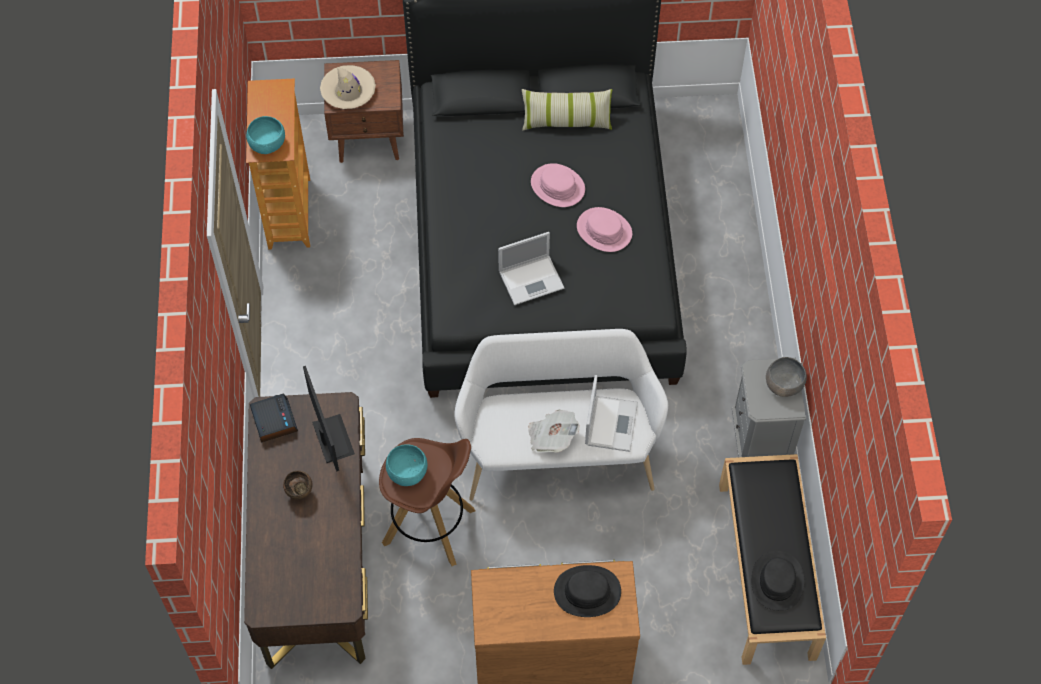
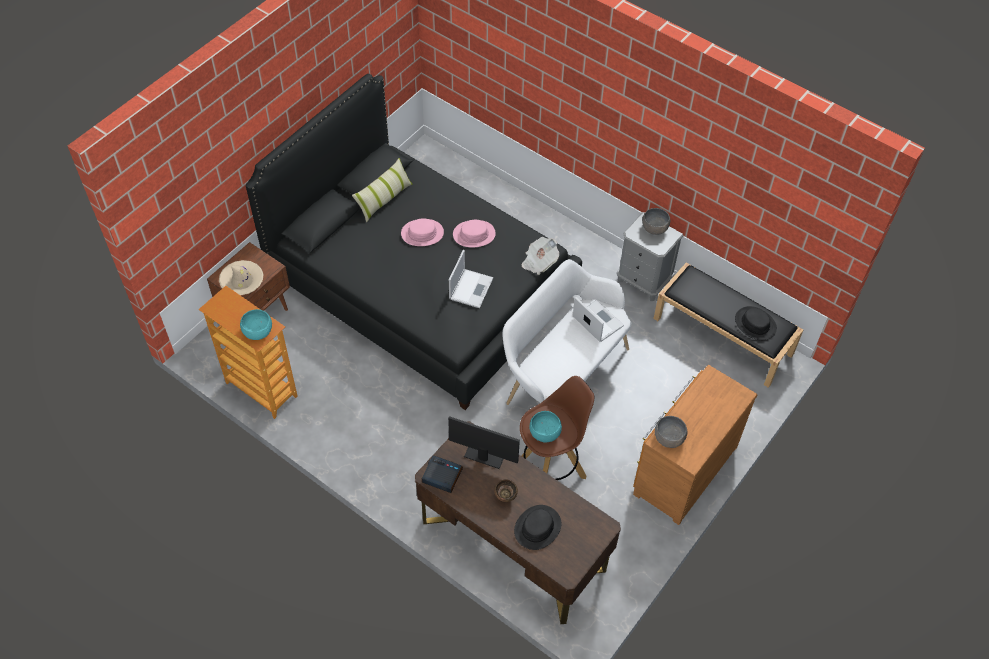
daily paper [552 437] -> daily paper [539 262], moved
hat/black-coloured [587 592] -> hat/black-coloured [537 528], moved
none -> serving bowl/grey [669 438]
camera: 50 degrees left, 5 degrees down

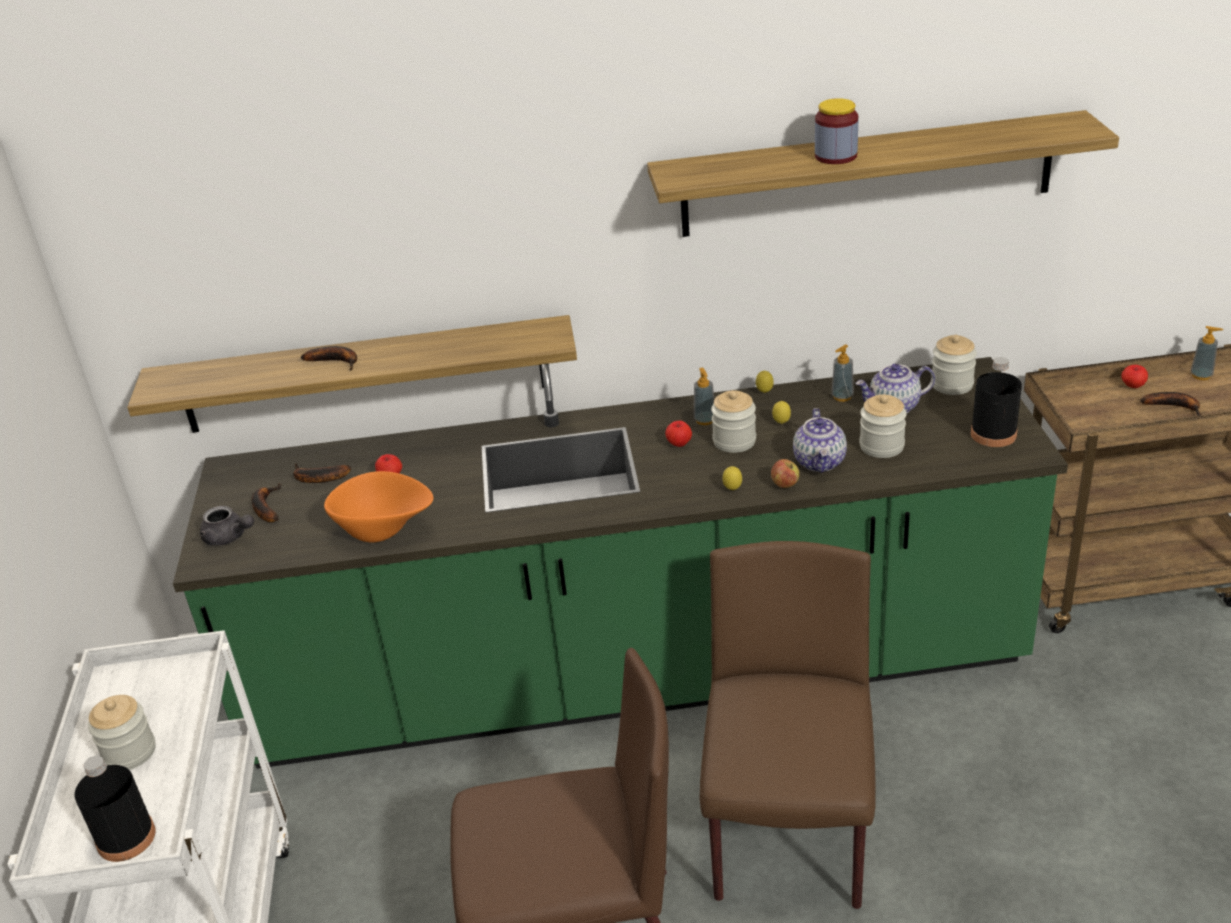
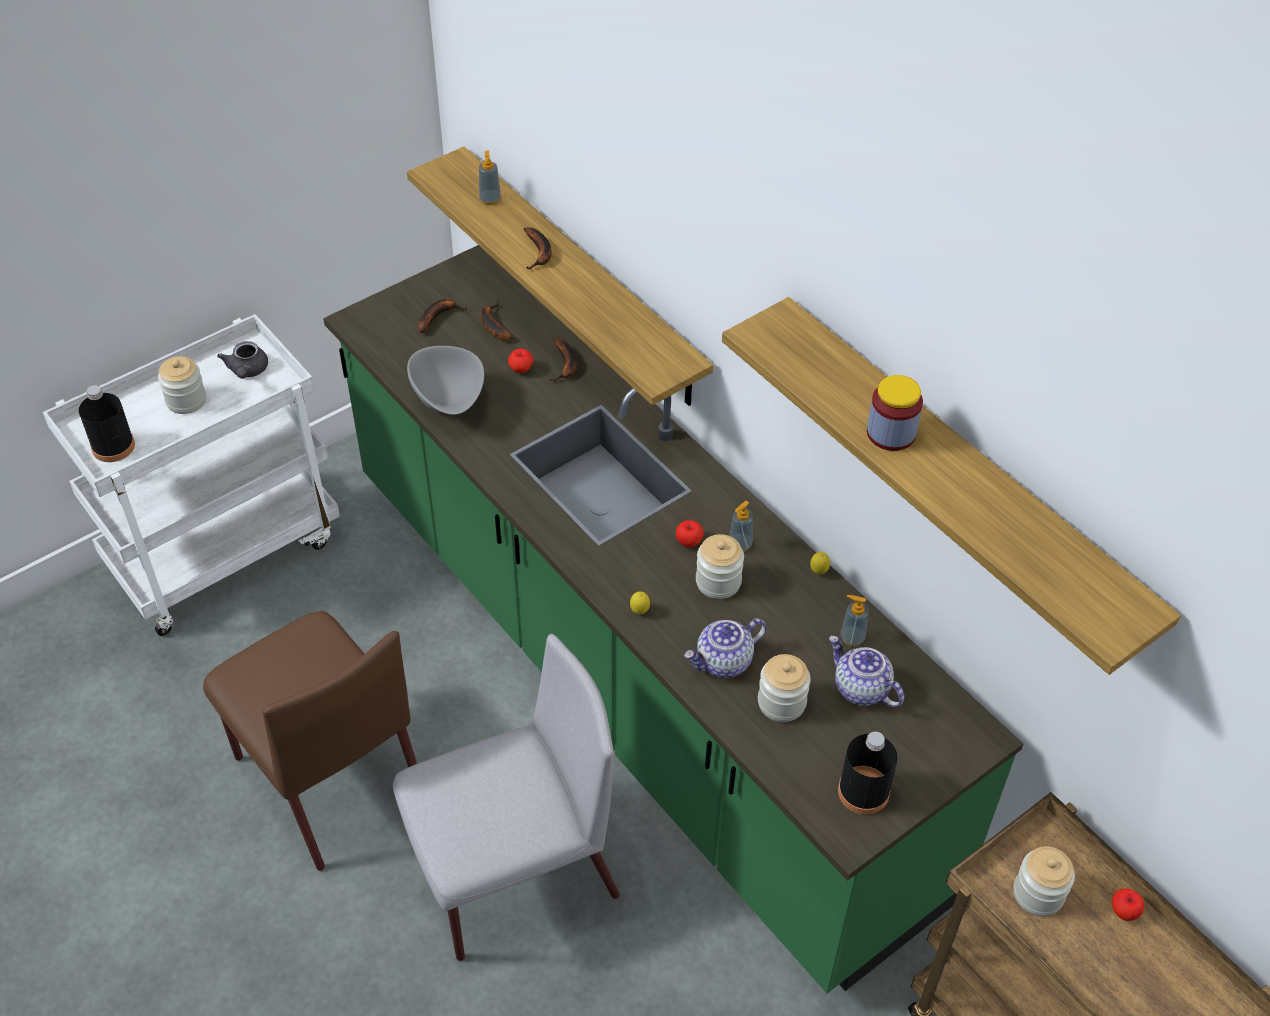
teapot/grey [229 538] -> teapot/grey [247 371], moved
serving bowl/orangey [386 531] -> serving bowl/grey [449 405]
chair/brownish [789 833] -> chair/grey [512 875]
whole apple [785 485] -> none
citrus fruit [781 423] -> none
preserve jar [952 385] -> preserve jar [1038 894], moved
whole banana [1174 406] -> whole banana [566 365], moved
soap dispenser [1201 375] -> soap dispenser [490 199], moved
camera: 55 degrees right, 15 degrees up

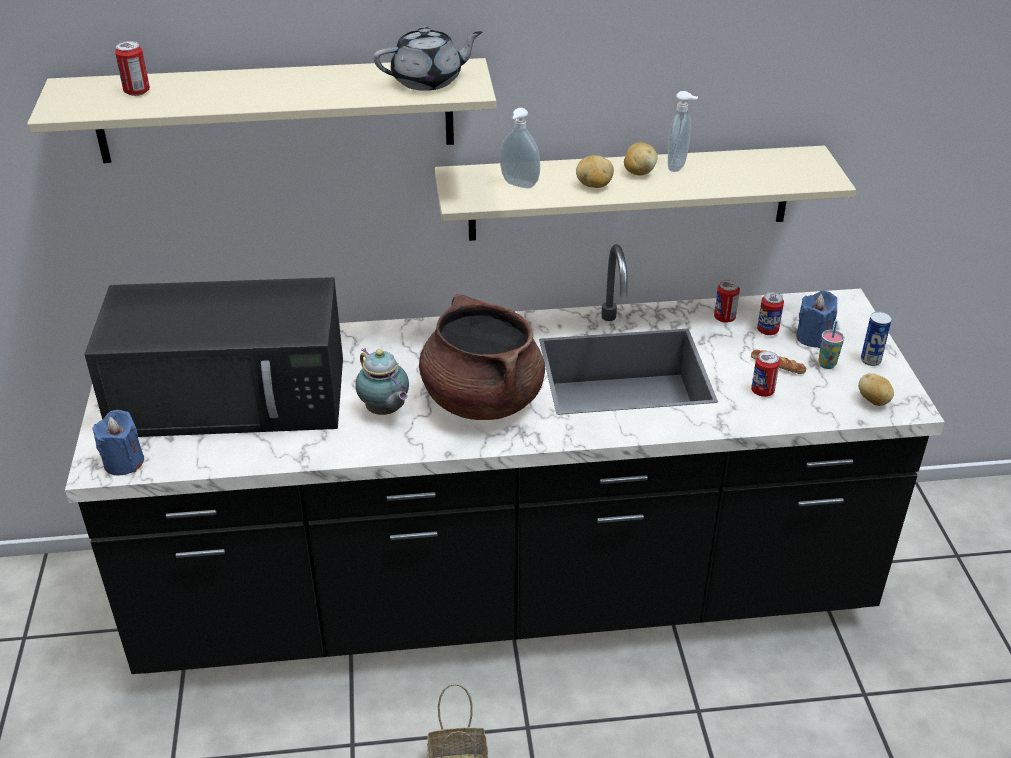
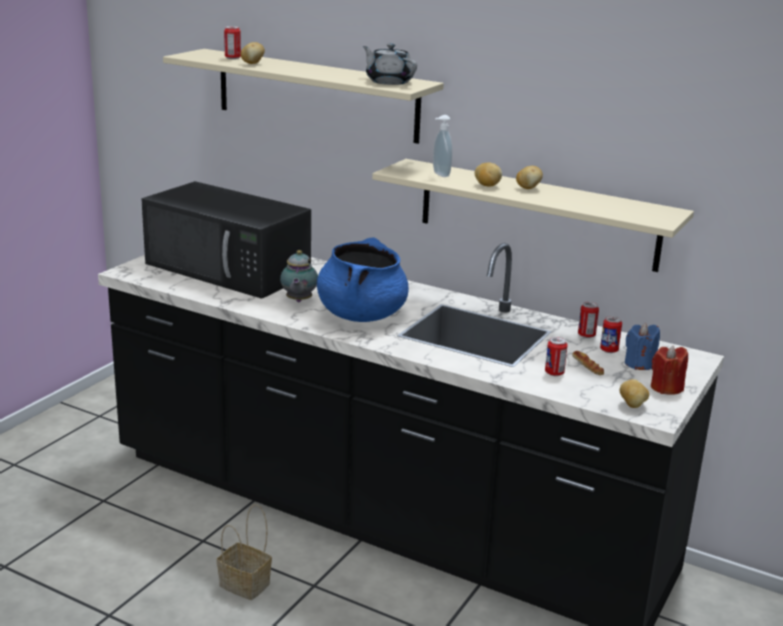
wax candle/blue-coloured [124 462] -> none
teapot/grey [428 81] -> teapot/grey [389 82], 150 degrees counterclockwise
saucepot/brownish [481 399] -> saucepot/blue-coloured [361 315]
soap dispenser [678 166] -> none
drinking cup [827 364] -> none
metal can [870 360] -> wax candle/reddish [666 388]
none -> whole potato [252 63]
camera: 35 degrees right, 15 degrees down

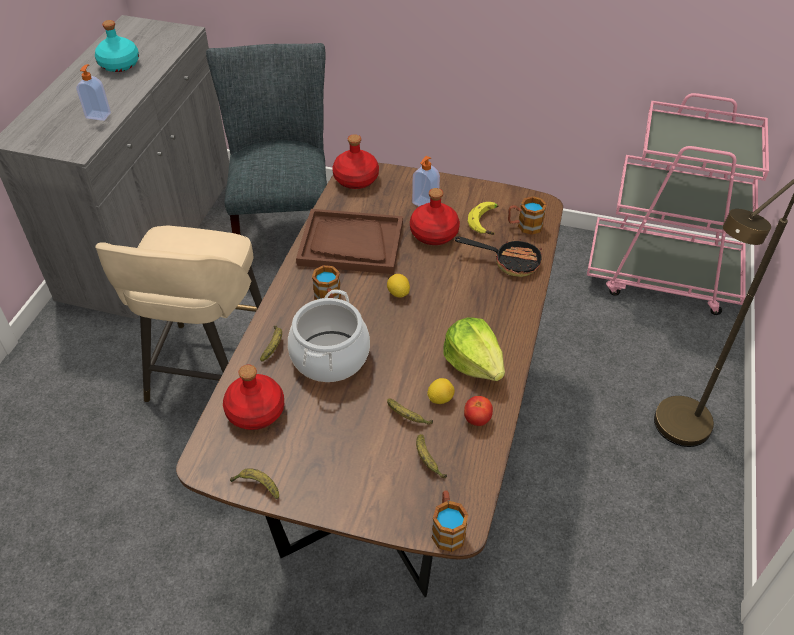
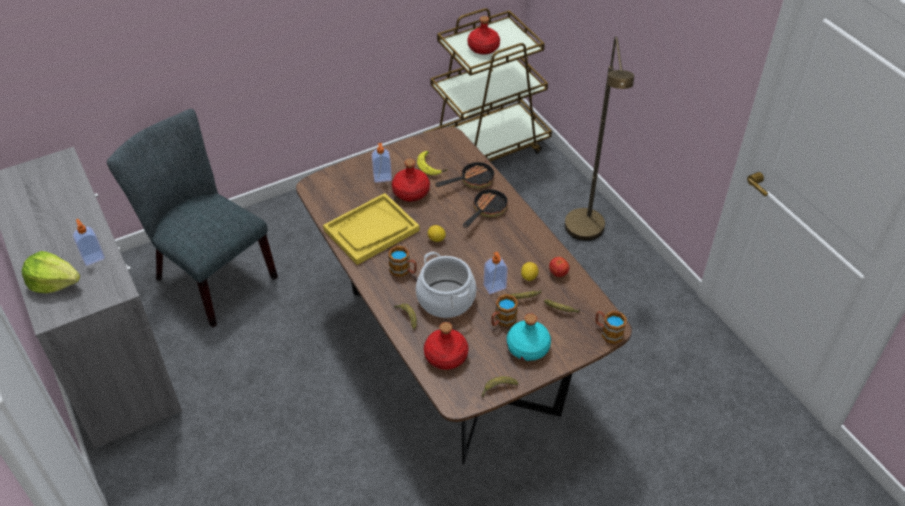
bottle/blue-green [119 64] -> bottle/blue-green [527 348], moved
stool/sand-coloured [209 372] -> none
carrying tray/brownish [350 244] -> carrying tray/yellow [371 230]
bottle/reddish [355 179] -> bottle/reddish [483 48], moved
head of lettuce [474 362] -> head of lettuce [54 283], moved
mug [524 226] -> mug [502 321], moved
trolley/pink [662 275] -> trolley/brownish [487 147]
none -> pan [486 210]
none -> soap dispenser [495 287]
camera: 45 degrees left, 0 degrees up

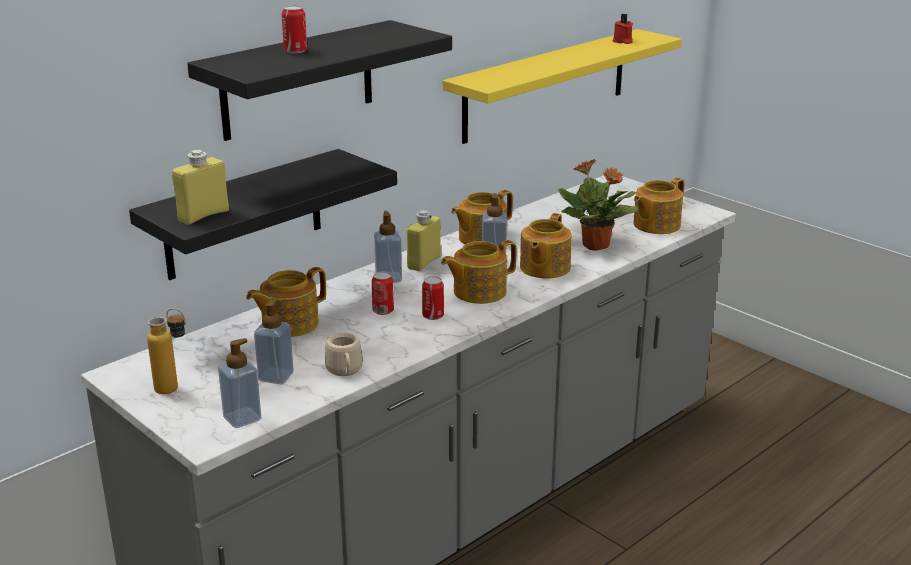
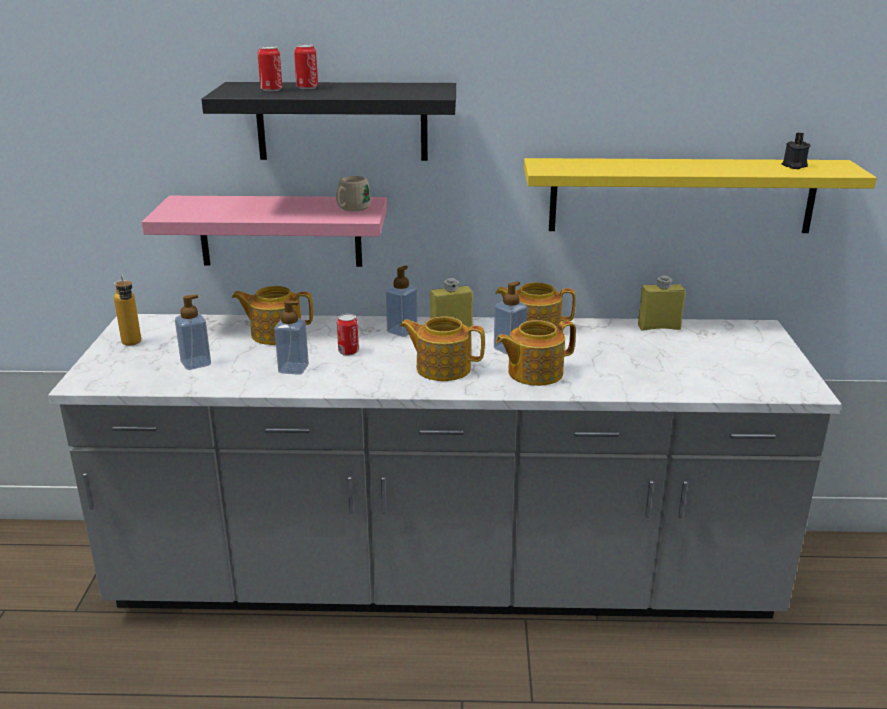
bracket shelf/black-coloured [244 215] -> bracket shelf/pink [280 231]
bottle/yellow [203 215] -> bottle/yellow [659 327], moved
soap dispenser [242 418] -> soap dispenser [293 369], moved
mug/sand-coloured [345 372] -> mug/sand-coloured [351 209], moved
metal can [433 316] -> metal can [271 90], moved
plant in a pot [596 246] -> none
wax candle/reddish [622 41] -> wax candle/black-coloured [793 166]
teapot [655 225] -> none
camera: 45 degrees right, 0 degrees up

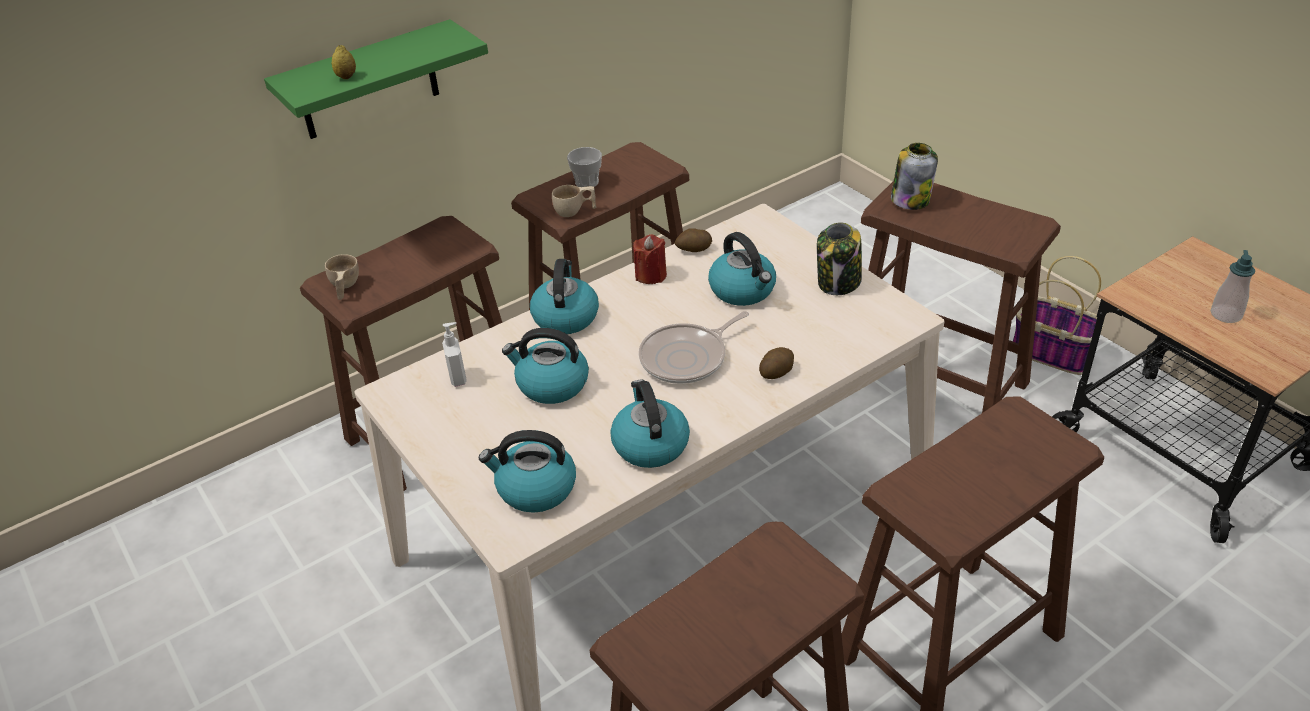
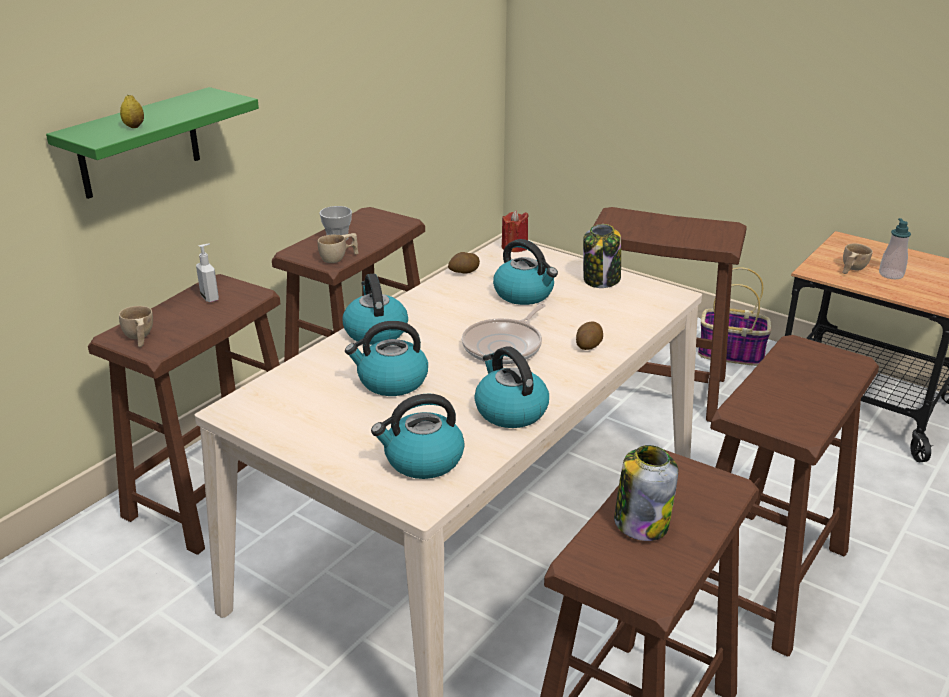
soap dispenser [458 378] -> soap dispenser [210 298], moved
wax candle/reddish [651 275] -> wax candle/reddish [514 247], moved
preserve jar [910 199] -> preserve jar [641 522], moved
none -> drinking cup/sand-coloured [851 269]
camera: 20 degrees left, 10 degrees down

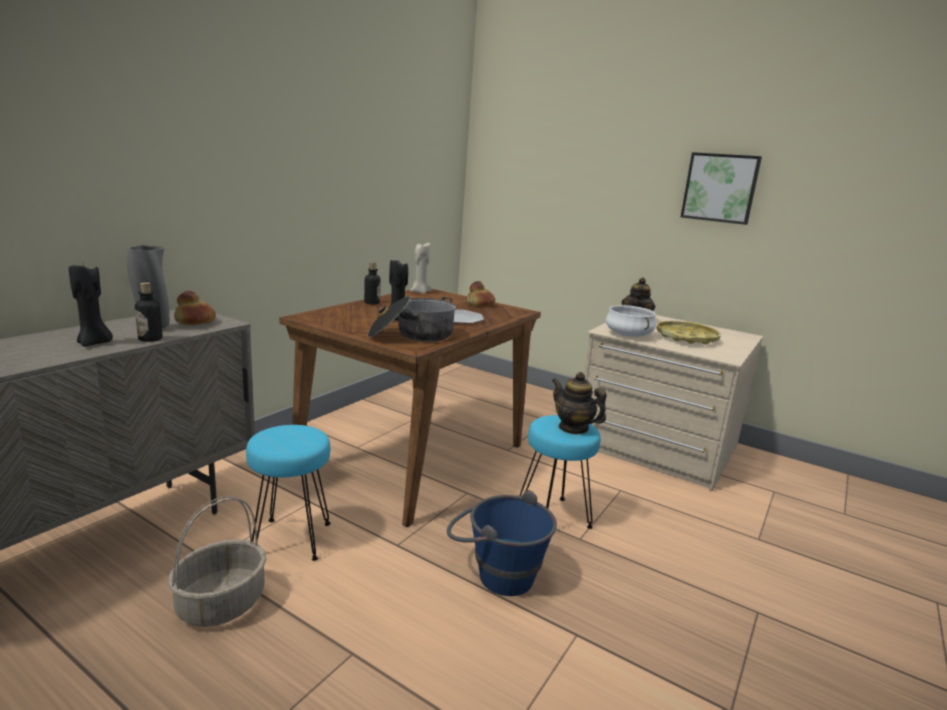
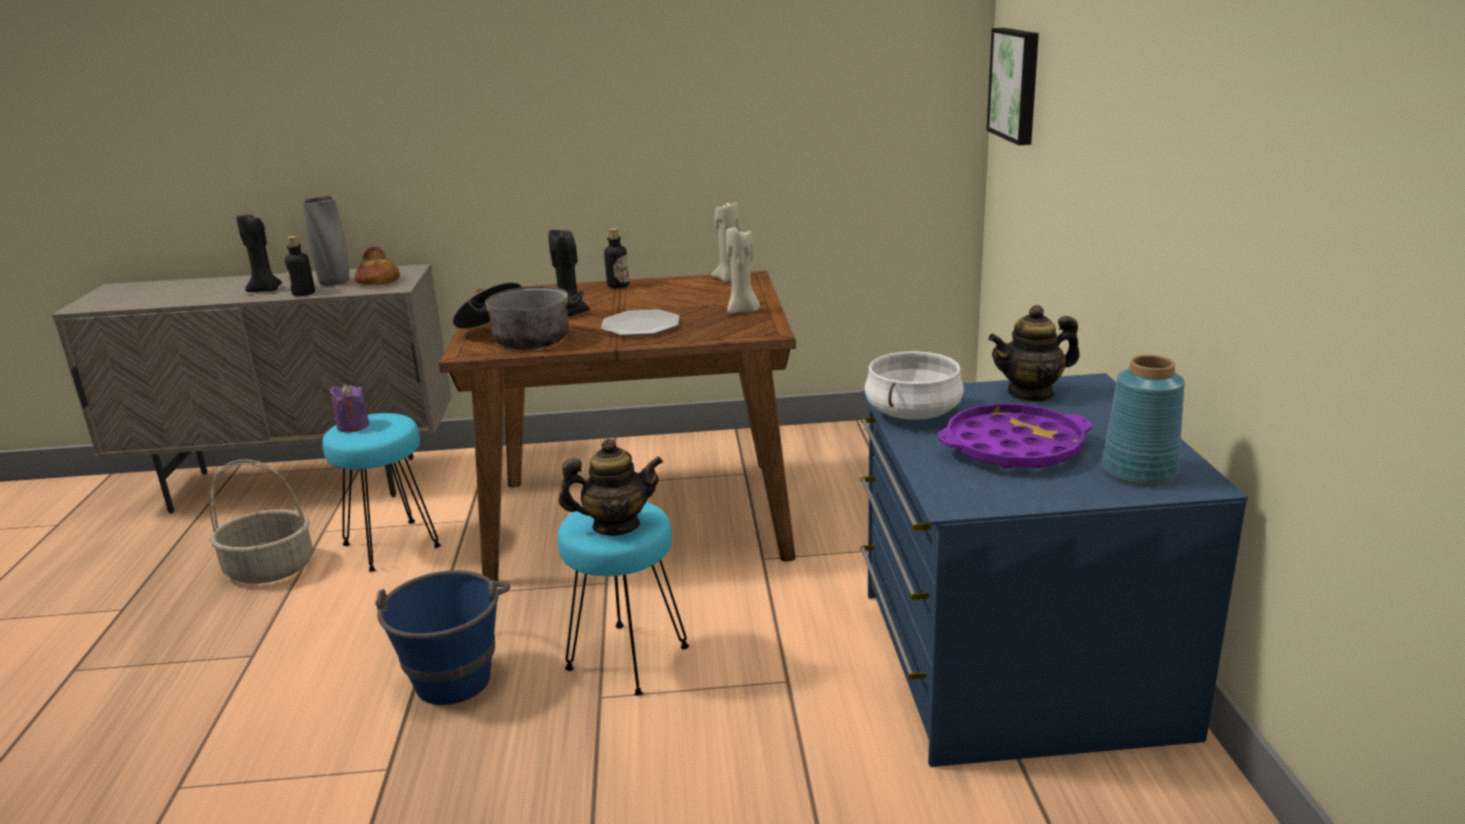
bakery bread [480 304] -> wax candle/sand-coloured [743 311]
teapot [573 428] -> teapot [615 526], 75 degrees clockwise
chest of drawers/sand-coloured [656 446] -> chest of drawers/blue-coloured [1011 661]
carrying tray/yellow [686 338] -> carrying tray/purple-coloured [1013 448]
wall picture [720 188] -> wall picture [1017 84], moved
none -> wax candle/purple-coloured [353 426]
none -> decorative vase/blue-coloured [1140 471]
camera: 55 degrees right, 5 degrees up

